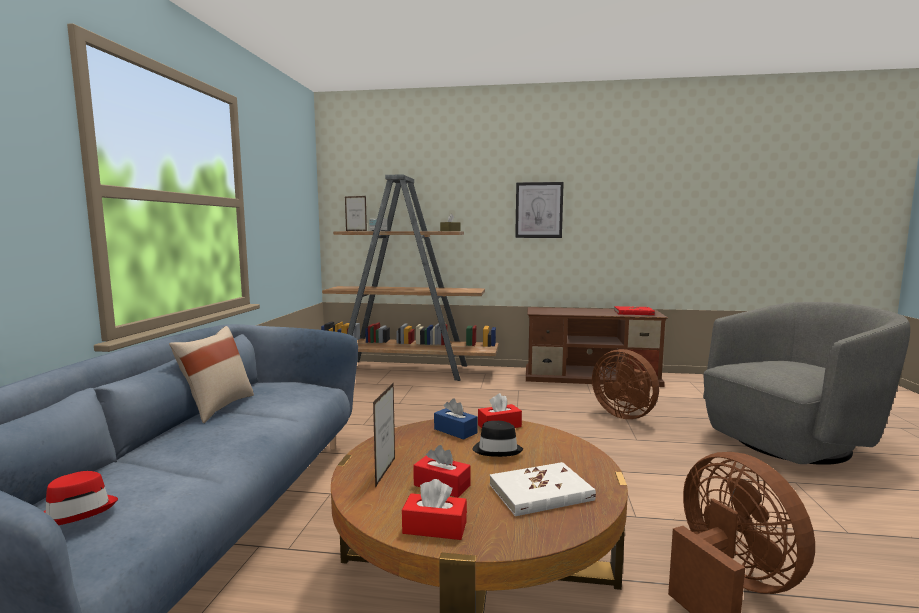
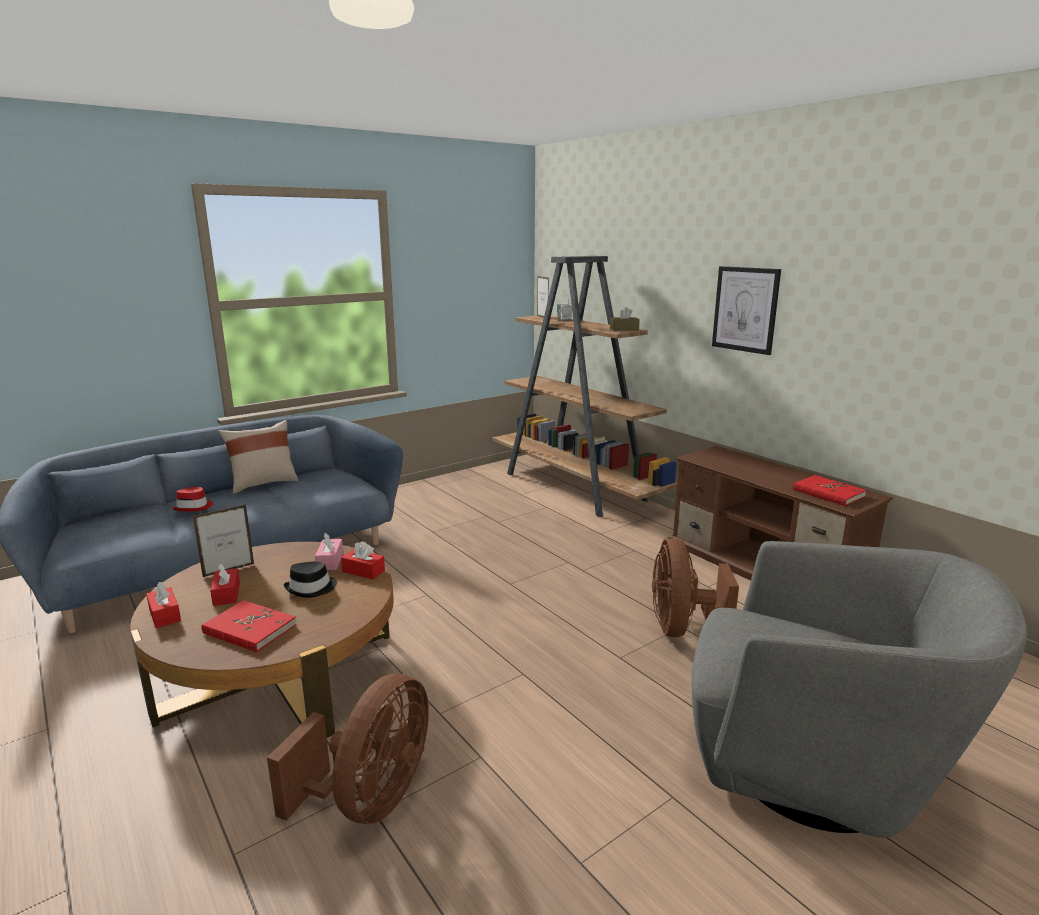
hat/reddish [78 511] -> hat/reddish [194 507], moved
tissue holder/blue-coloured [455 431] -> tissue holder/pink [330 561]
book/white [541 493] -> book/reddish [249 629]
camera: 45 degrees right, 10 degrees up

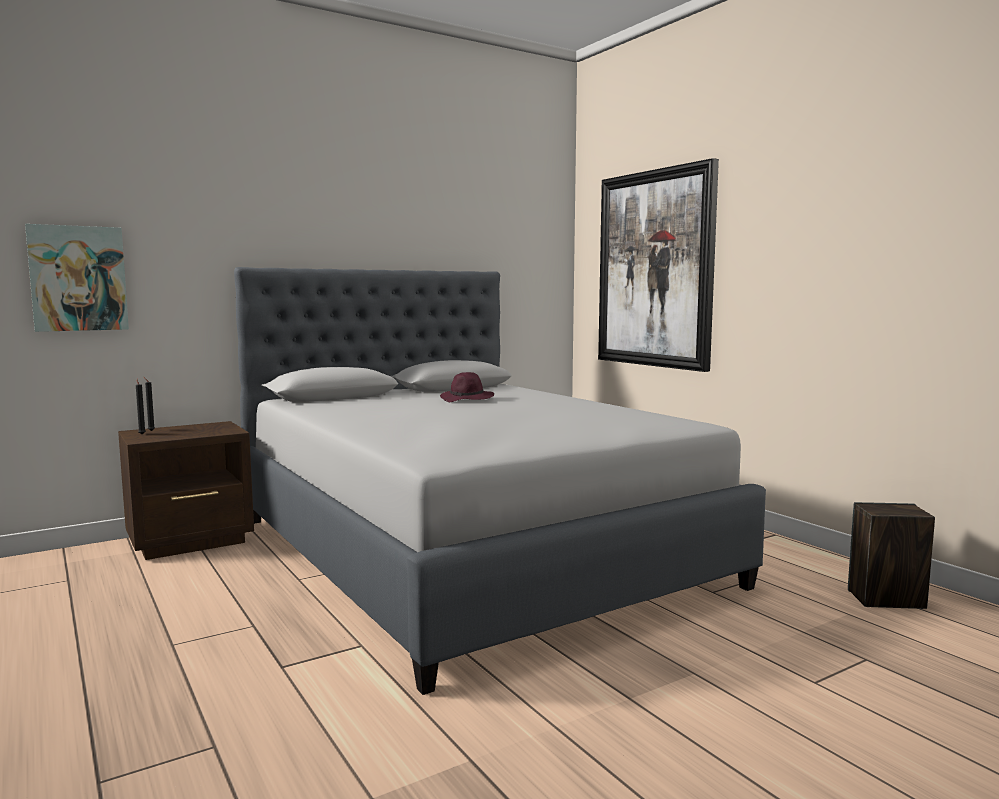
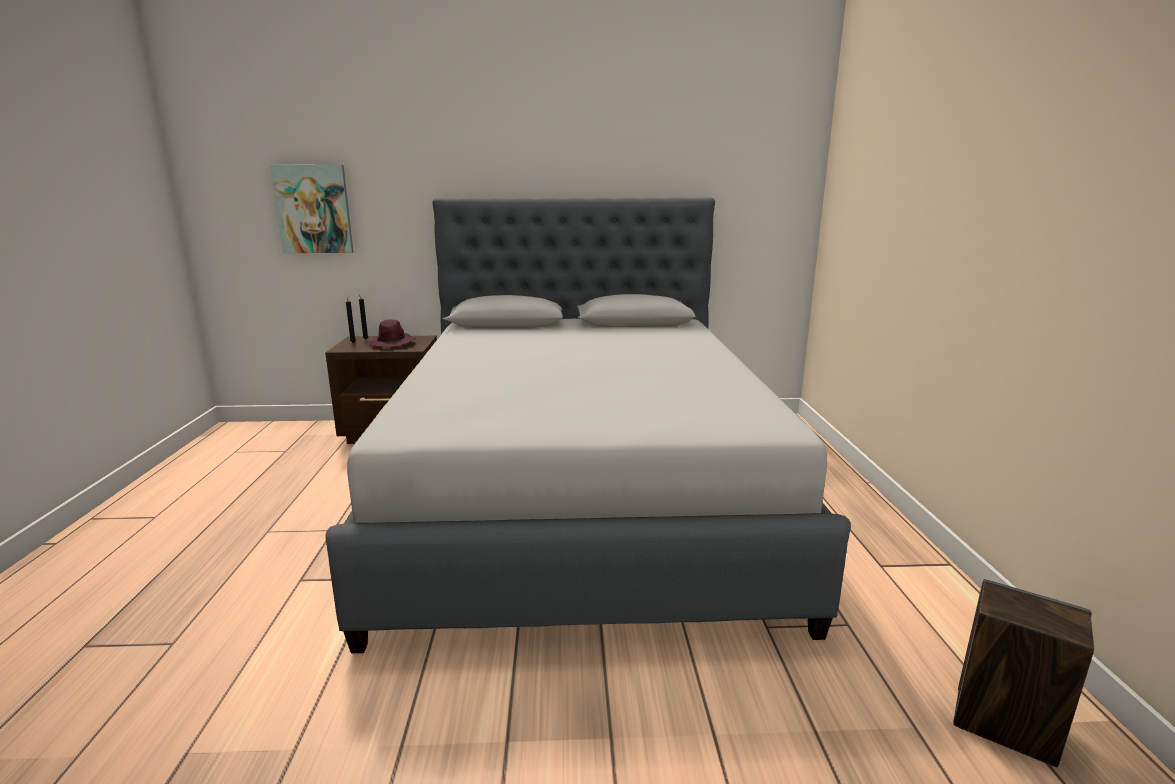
hat/purple-coloured [467 399] -> hat/purple-coloured [392 344], moved
wall picture [655 269] -> none
camera: 30 degrees right, 10 degrees up

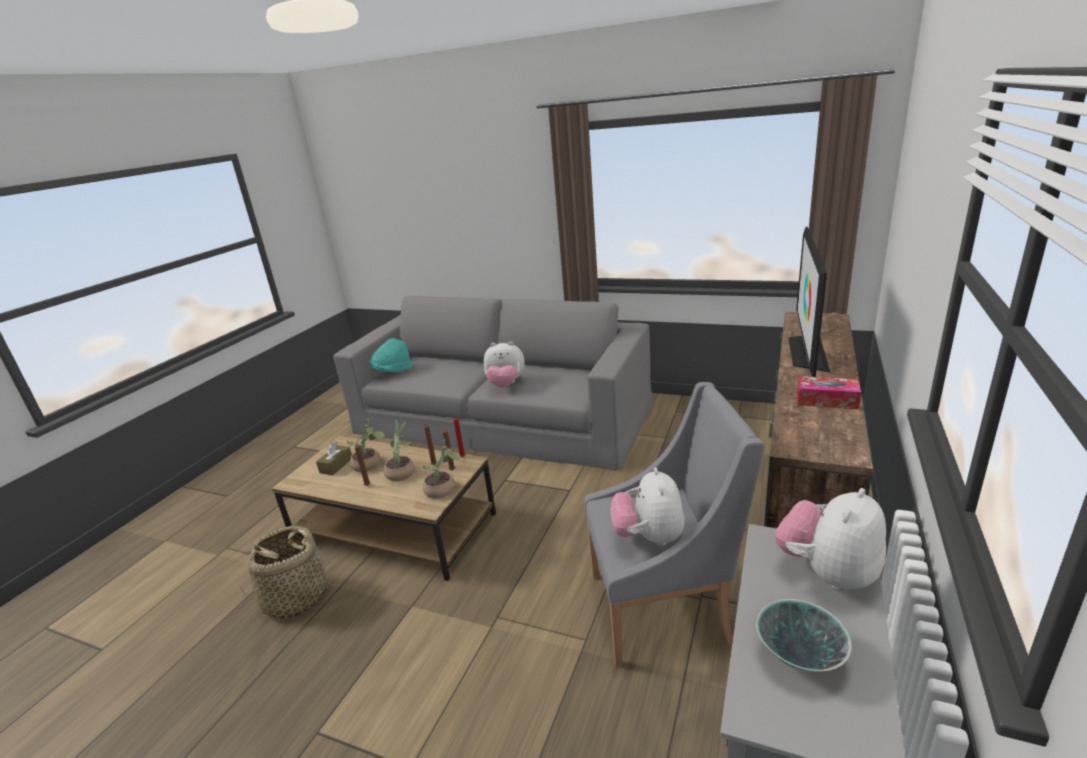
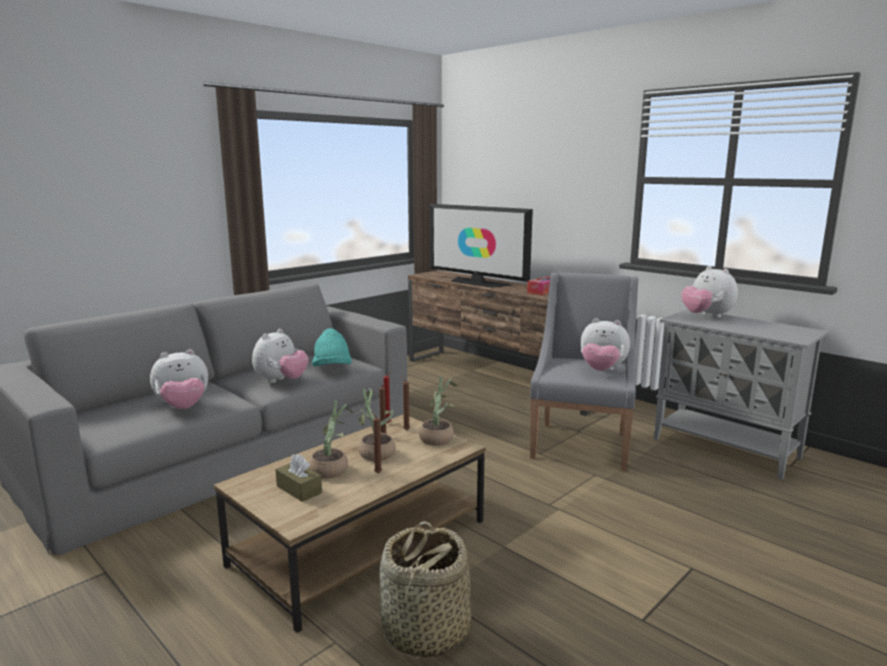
hat/blue-green [392 371] -> hat/blue-green [332 369], moved
serving bowl [798 657] -> none
none -> cuddly toy [183 408]
camera: 70 degrees left, 10 degrees down

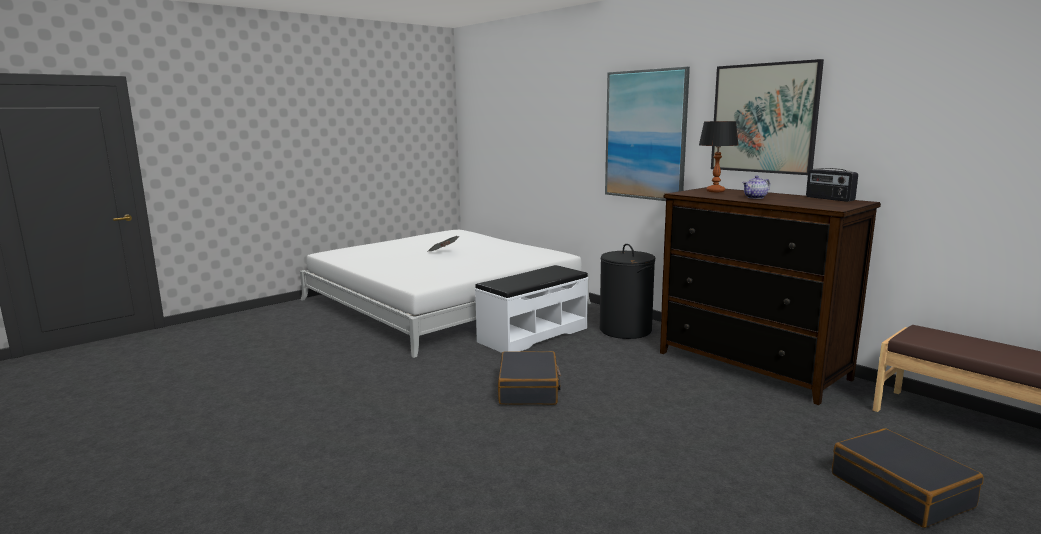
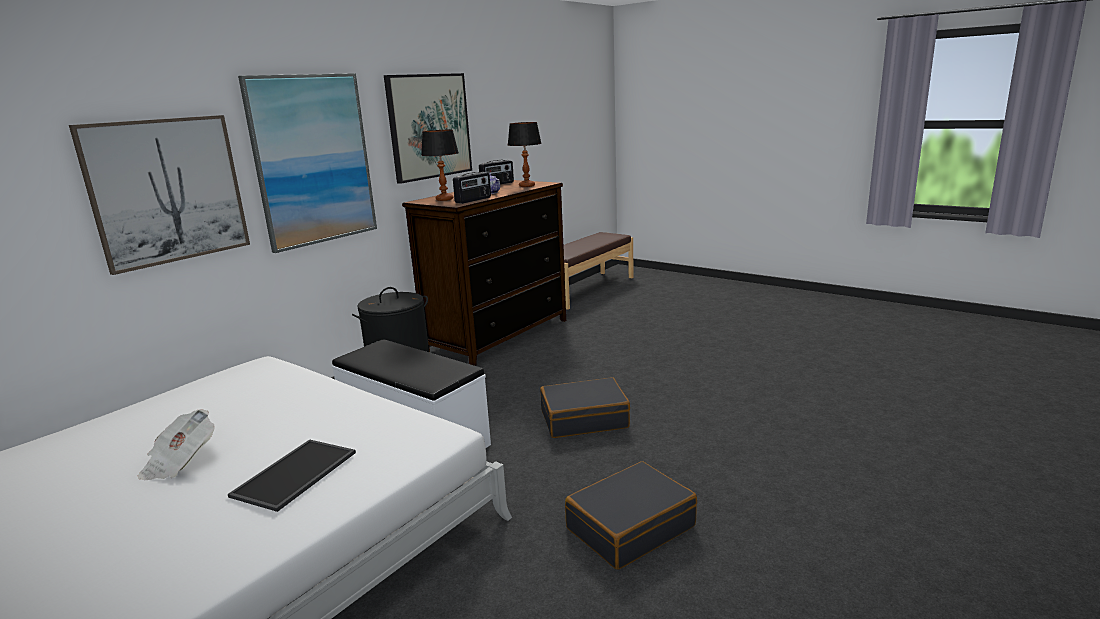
piece of luggage/black-coloured [901 490] -> piece of luggage/black-coloured [630 527], moved
none -> wall picture [167 191]
none -> carrying tray [295 475]
none -> radio [473 200]
none -> lamp for a table [527 186]
camera: 100 degrees left, 5 degrees up

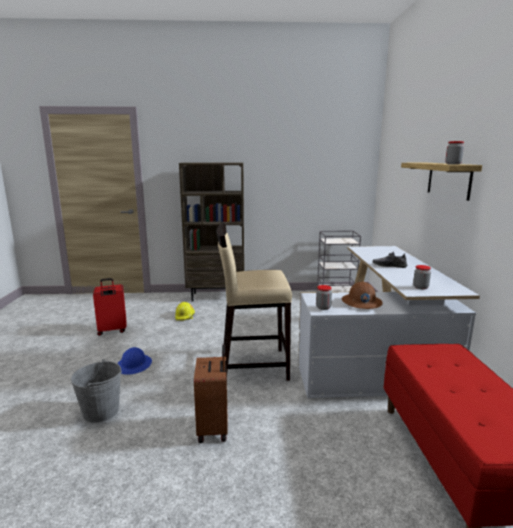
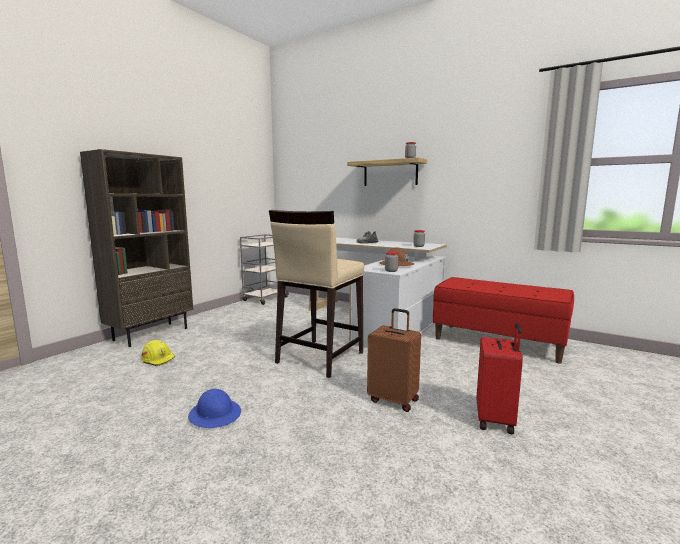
pail/grey [101 411] -> none
piece of luggage/reddish [112 331] -> piece of luggage/reddish [496 420], moved
camera: 55 degrees left, 5 degrees down

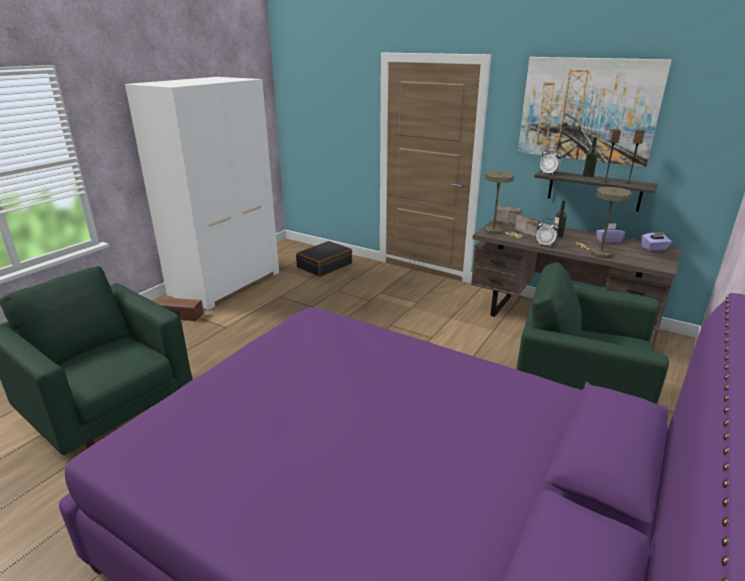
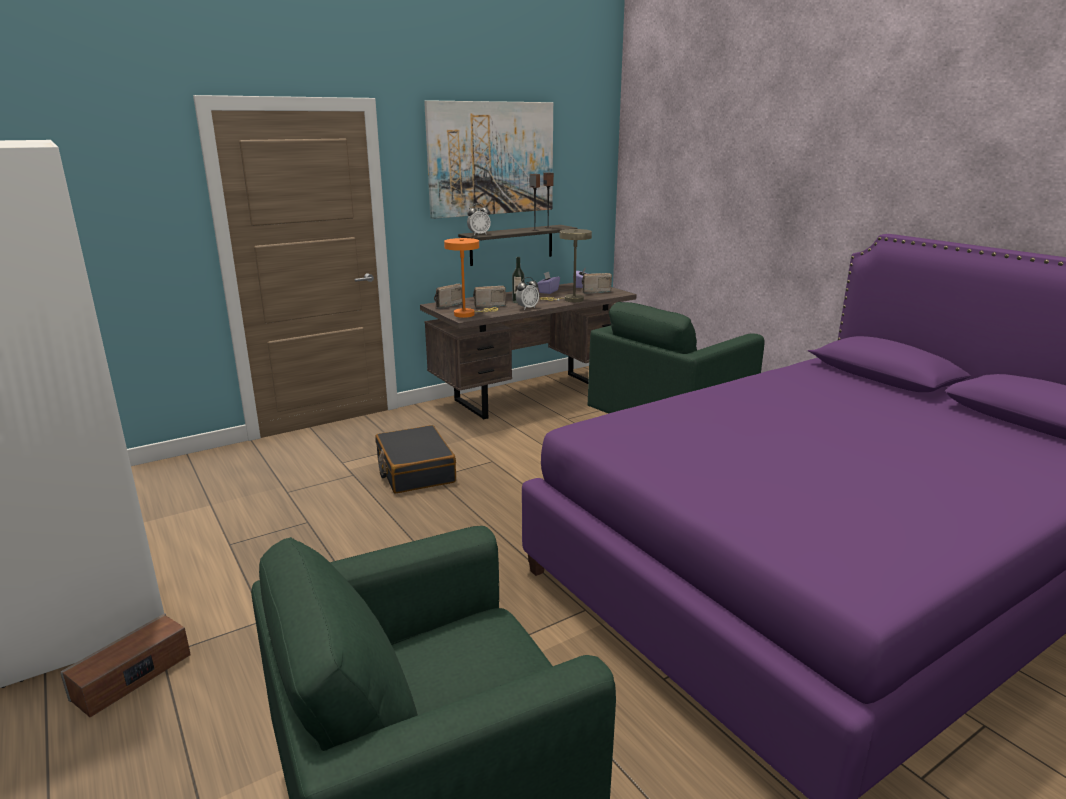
piece of luggage/black-coloured [324 265] -> piece of luggage/black-coloured [415 471], moved
lamp for a table/sand-coloured [496 232] -> lamp for a table/orangey [468 314]
bottle [587 178] -> none
none -> radio [594 291]
camera: 65 degrees left, 5 degrees down

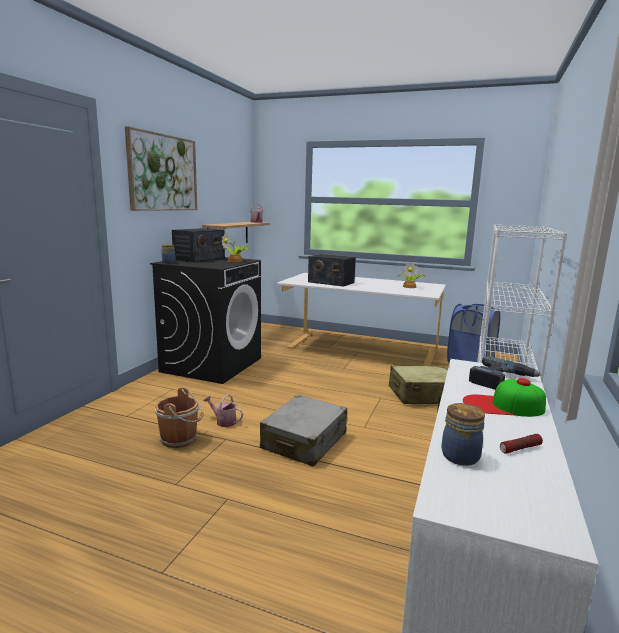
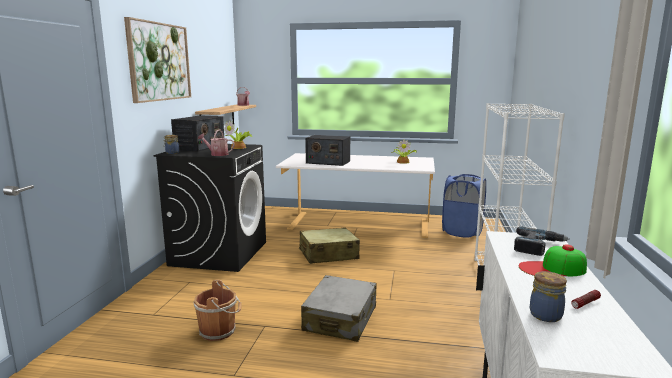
watering can [223 421] -> watering can [217 154], moved
piece of luggage/sand-coloured [422 395] -> piece of luggage/sand-coloured [328 255], moved
camera: 10 degrees left, 0 degrees up

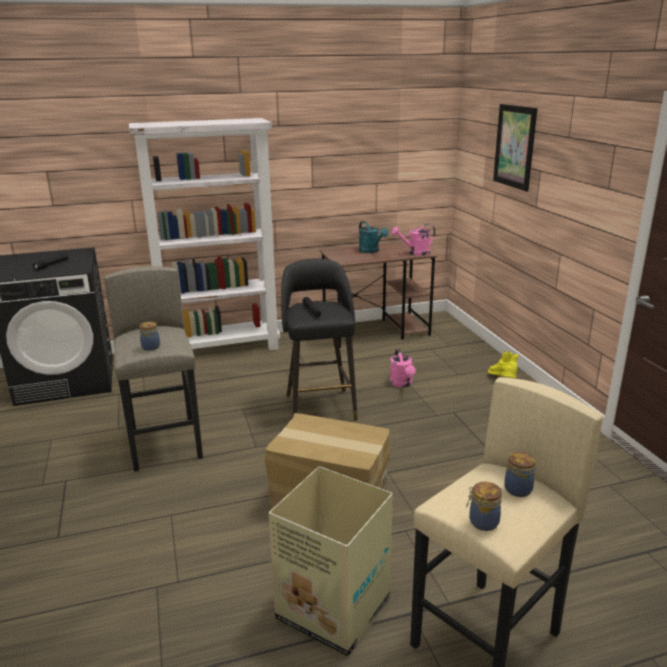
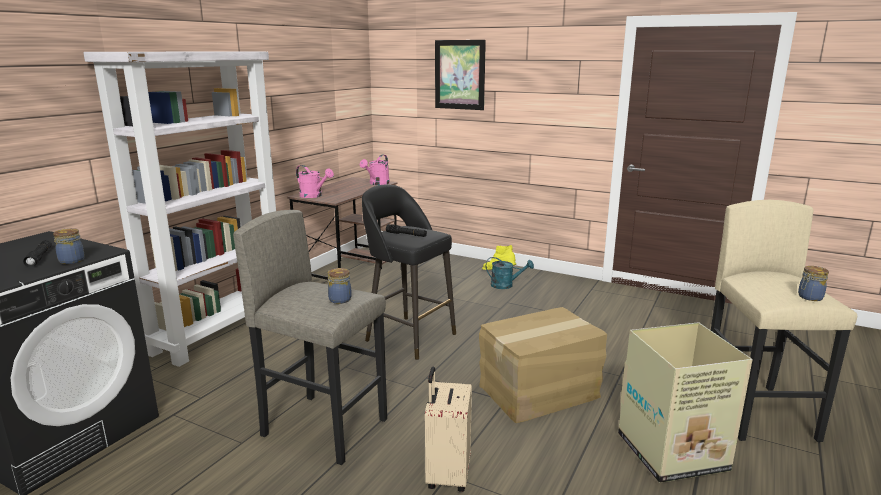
watering can/blue-green [371 251] -> watering can/blue-green [506 285], moved
watering can/pink [402 384] -> watering can/pink [314 196], moved
preserve jar [518 489] -> preserve jar [72 260], moved
none -> piece of luggage/sand-coloured [447 475]
camera: 45 degrees left, 5 degrees down

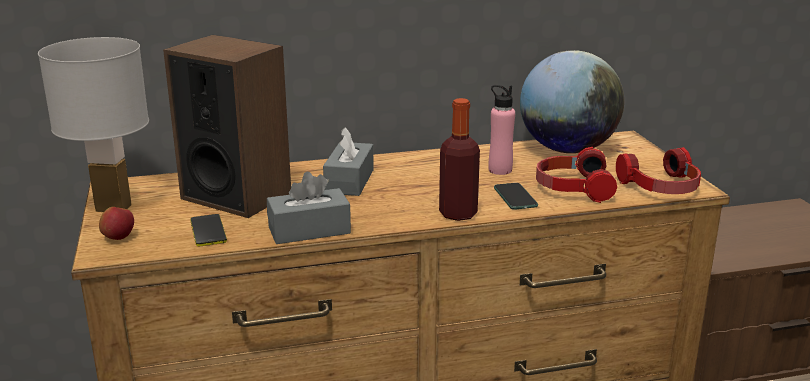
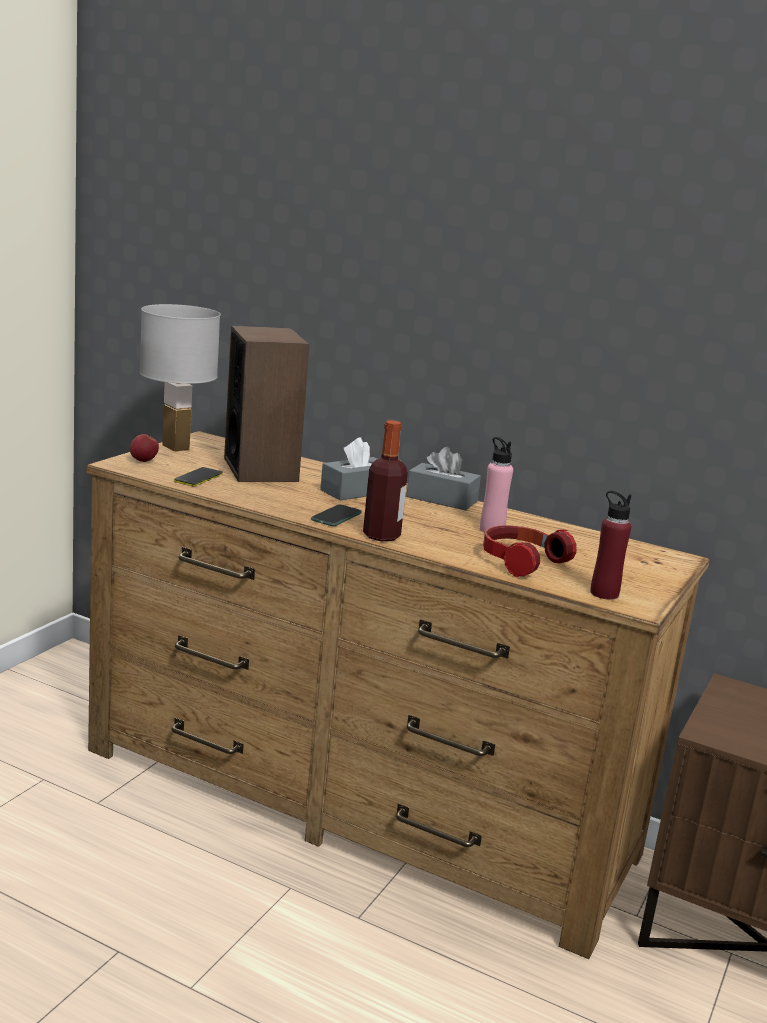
tissue holder/grey [309 230] -> tissue holder/grey [441 499], moved
phone [515 197] -> phone [336 517], moved
desk globe [567 149] -> none
headset [661 188] -> bottle/reddish [604 593]
camera: 40 degrees right, 5 degrees down

